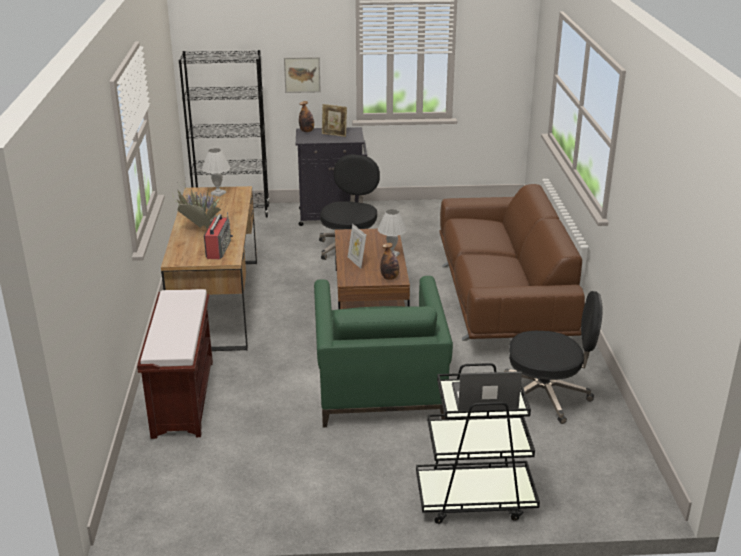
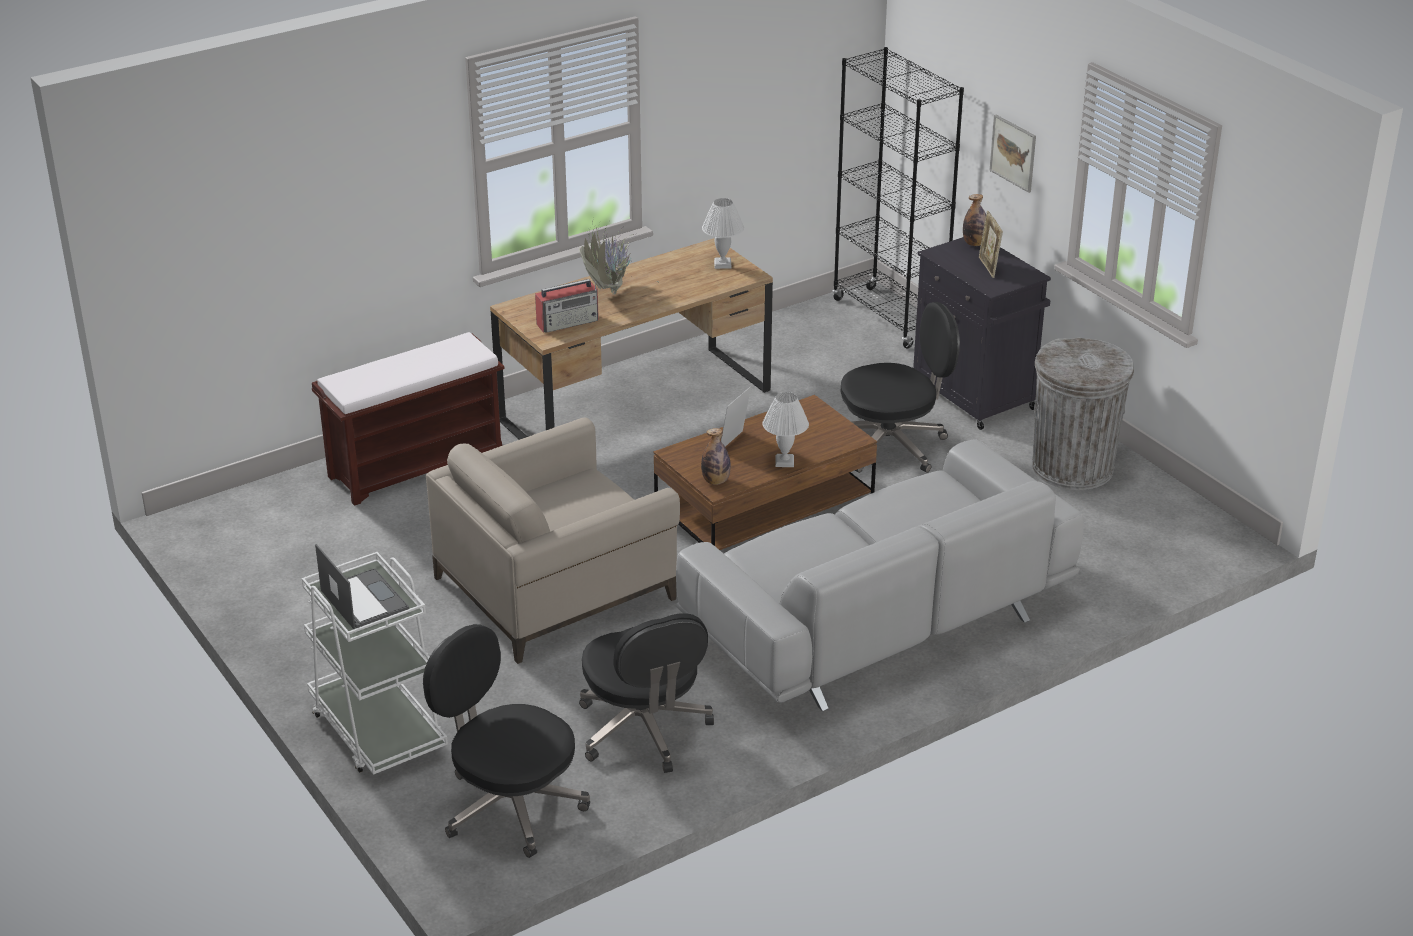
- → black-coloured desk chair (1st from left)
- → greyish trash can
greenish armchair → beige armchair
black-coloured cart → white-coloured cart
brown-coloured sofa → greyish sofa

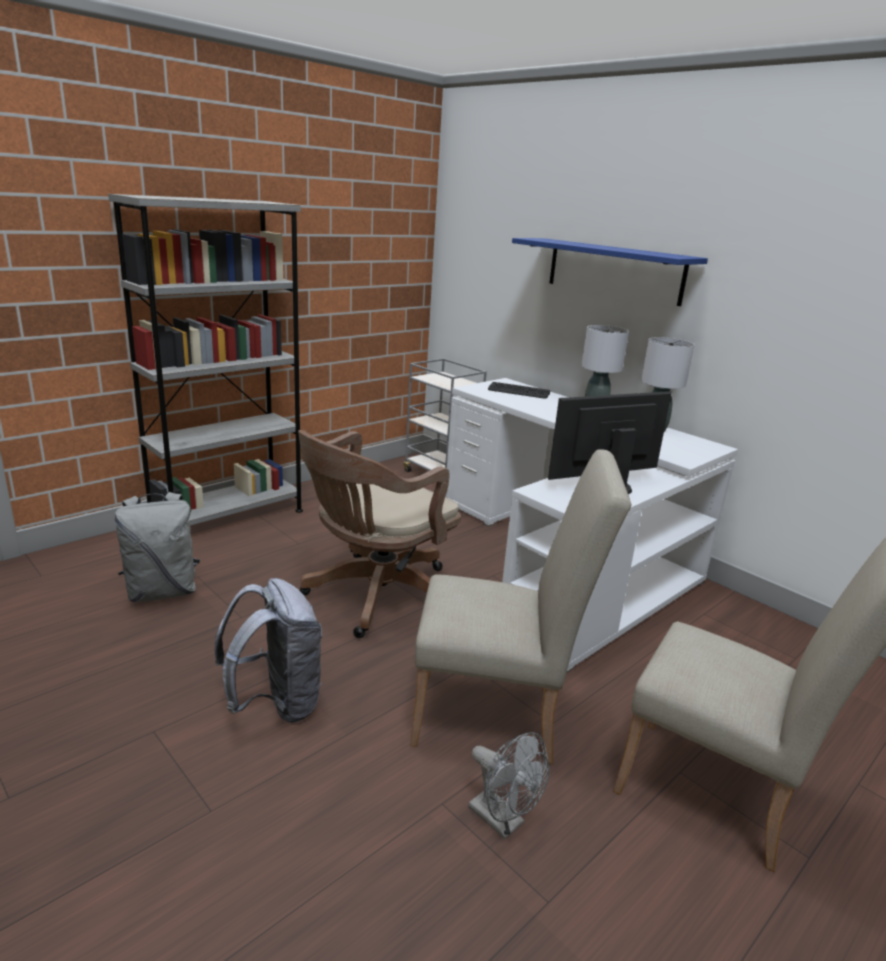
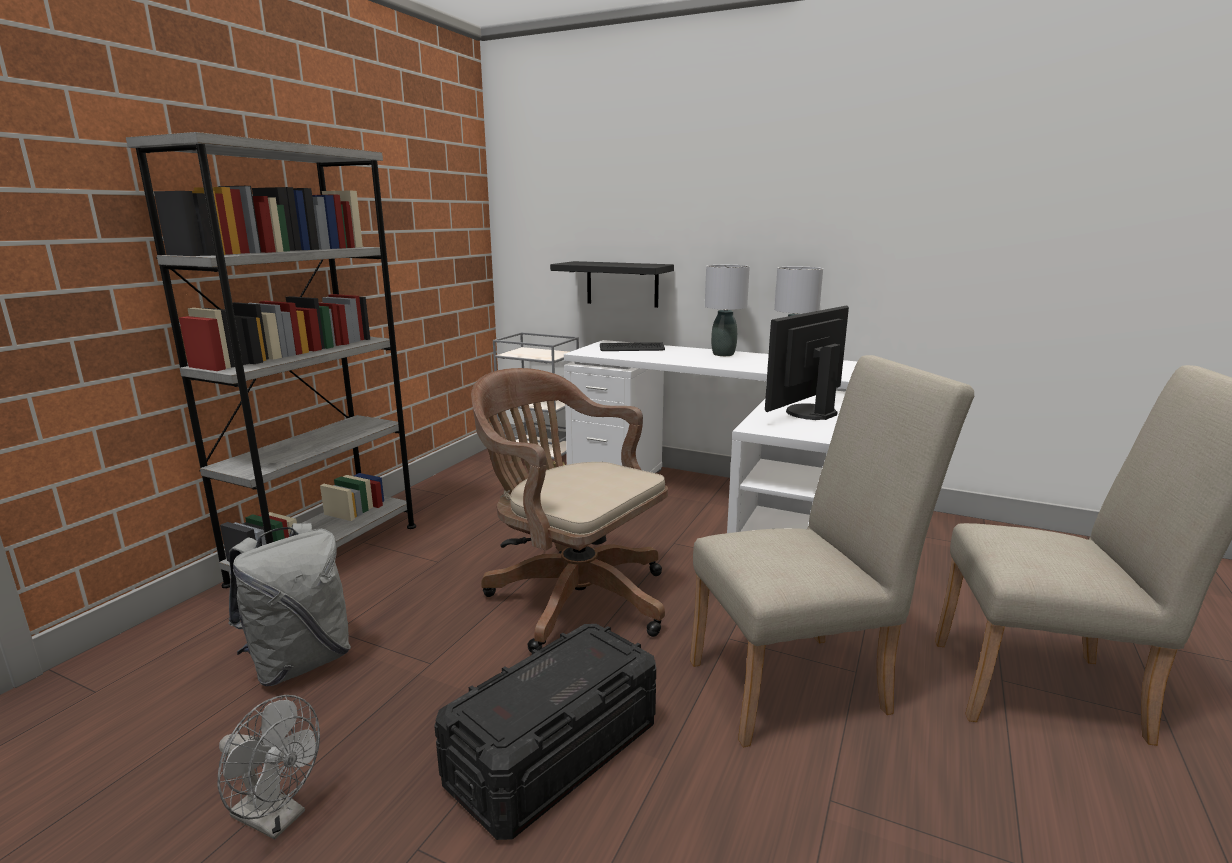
blue-coloured shelf → -
- → black-coloured shelf
greyish fan, moved
greyish backpack (2nd from left) → black-coloured storage bin
brown-coloured desk chair, 105 degrees clockwise

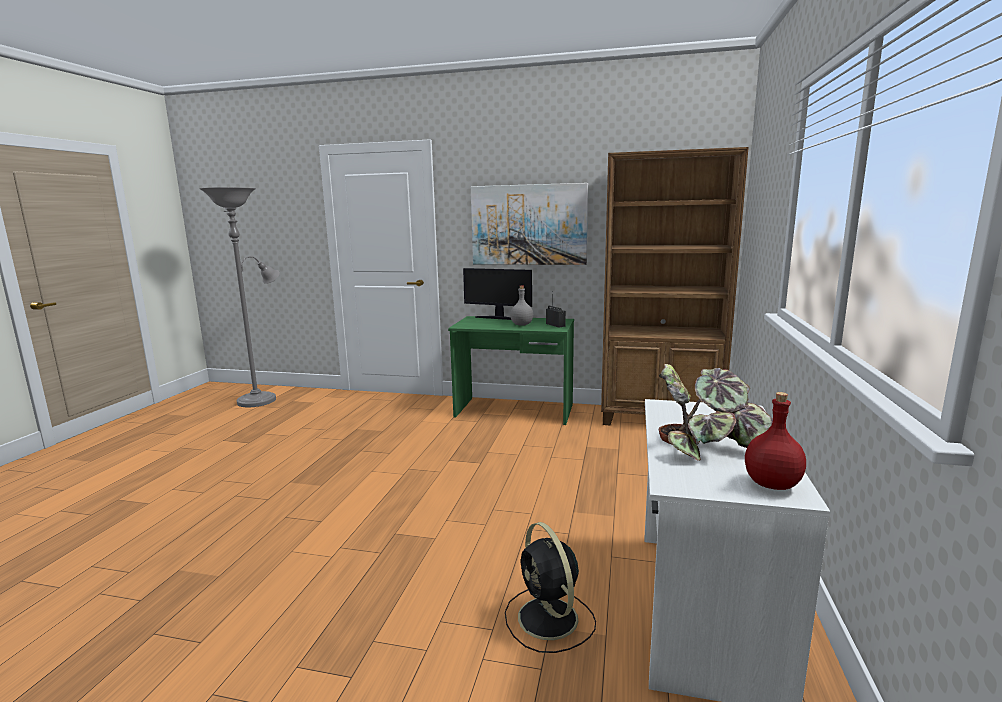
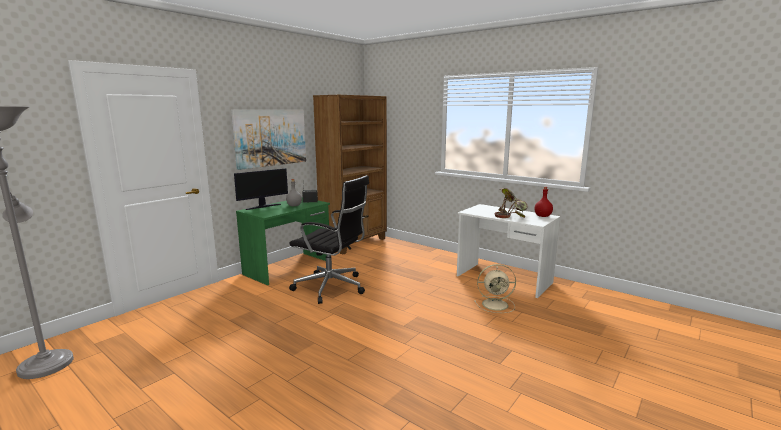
- → black-coloured desk chair
black-coloured fan → beige fan

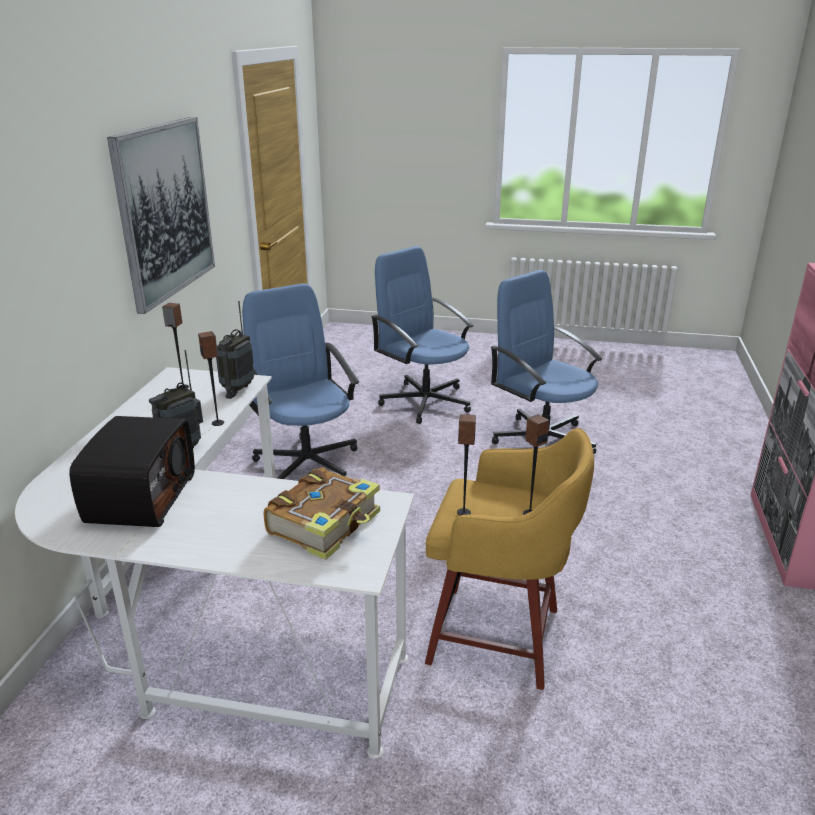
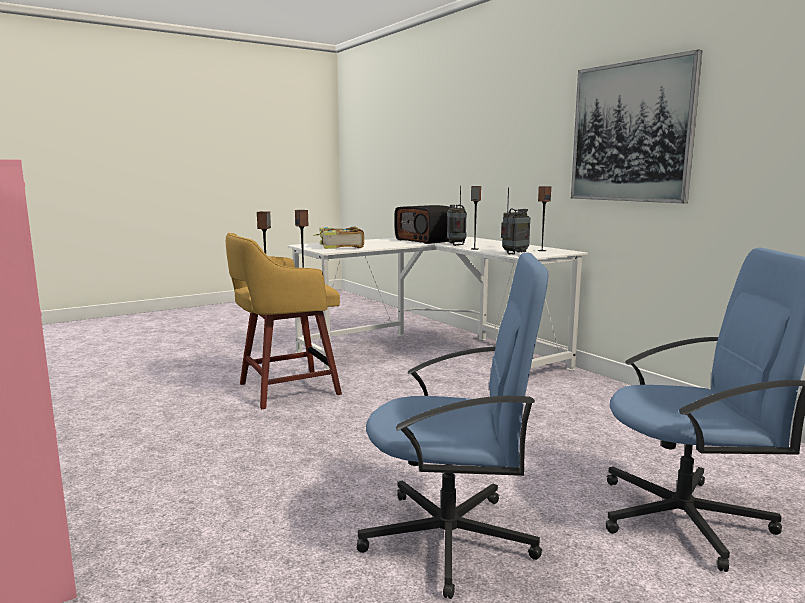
blue-coloured desk chair (1st from left) → -
radio (3rd from left), 75 degrees clockwise

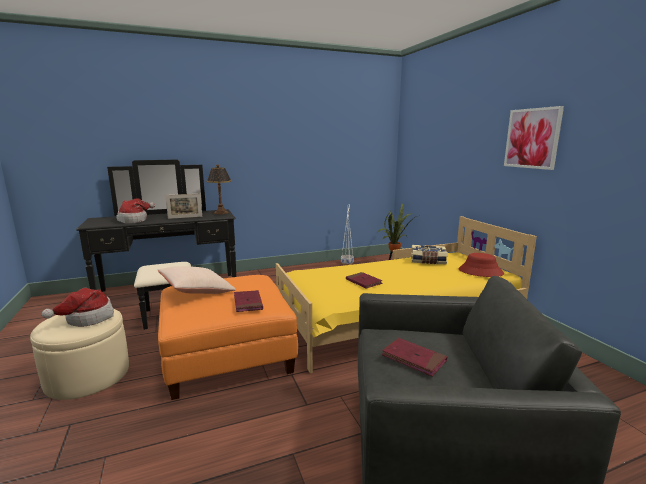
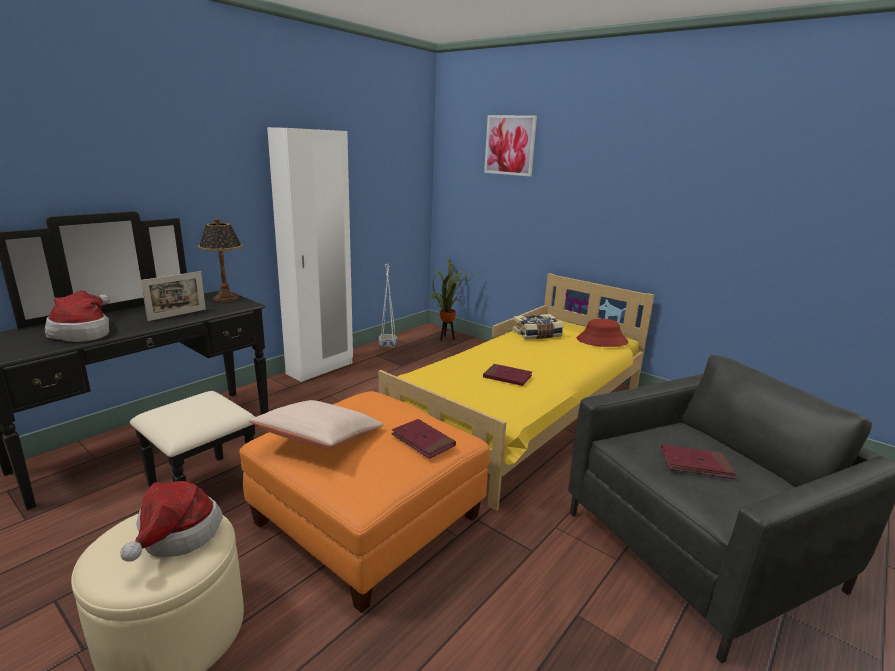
- → white-coloured armoire
wall picture, moved

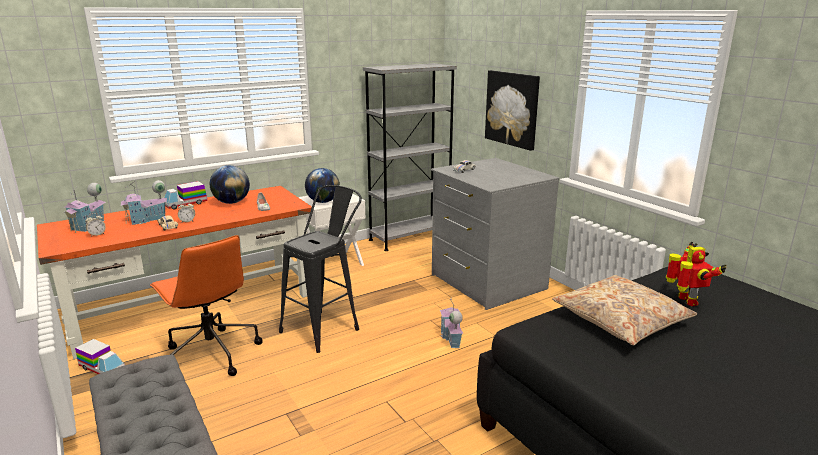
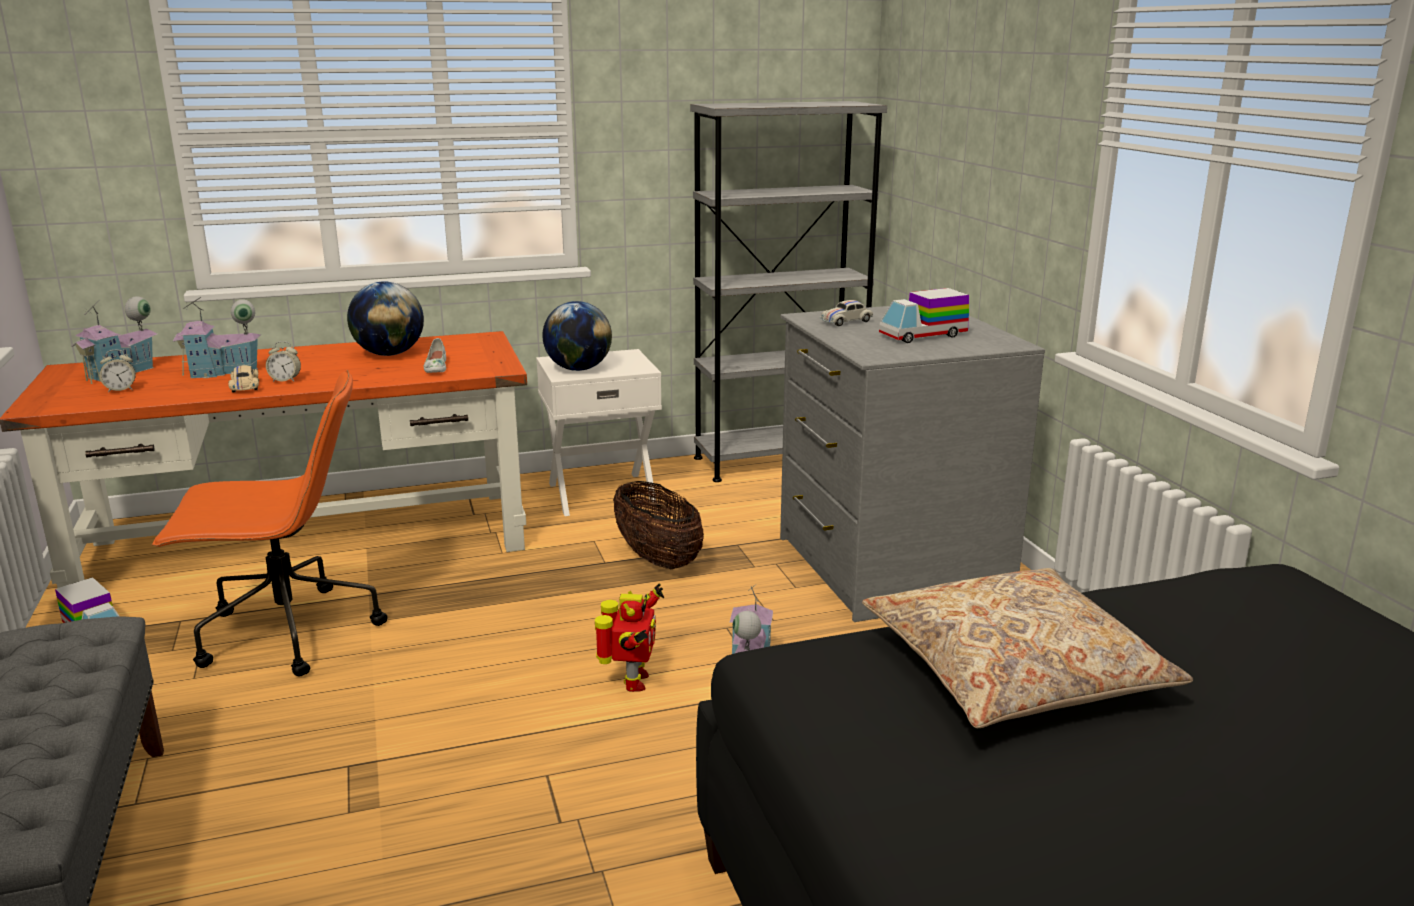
black-coloured stool → -
wall picture → -
- → storage basket
toy lorry (2nd from left), moved
toy robot, moved
orange desk chair, 75 degrees counterclockwise

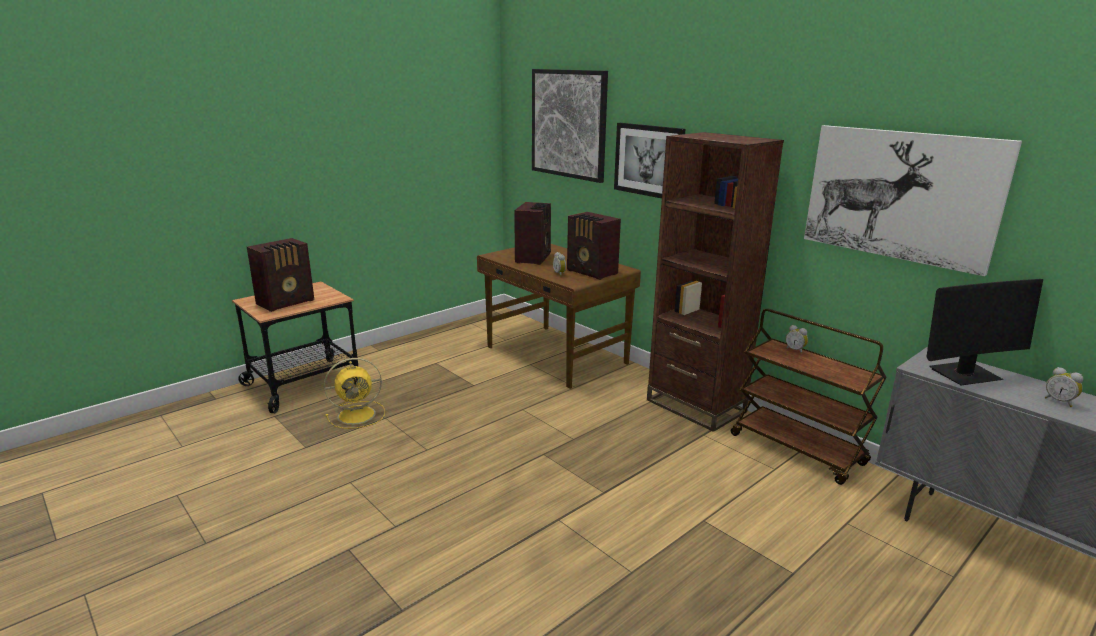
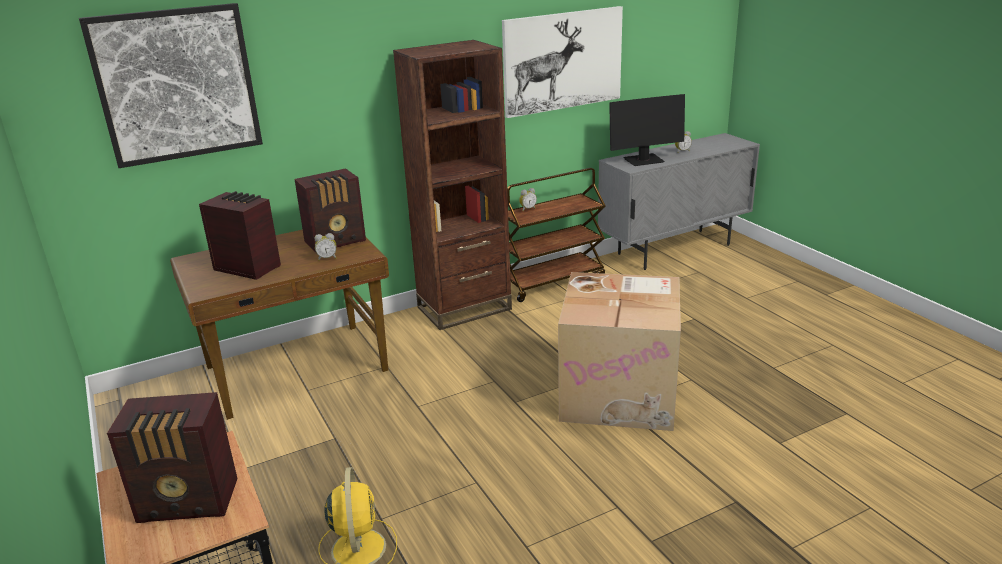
wall picture (2nd from left) → -
- → packing box
radio (1st from left), 120 degrees clockwise
computer display, 75 degrees clockwise

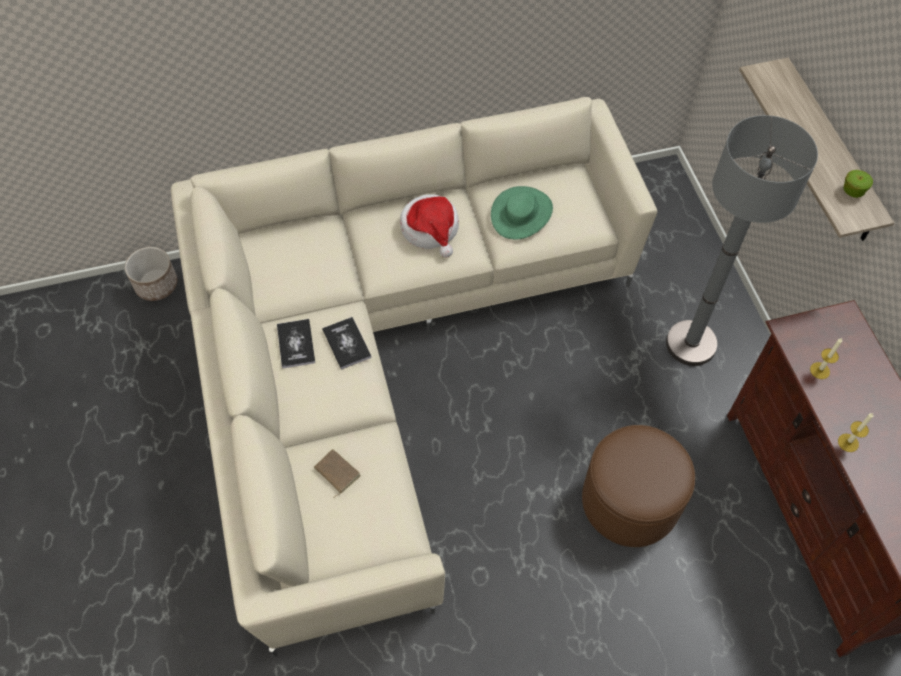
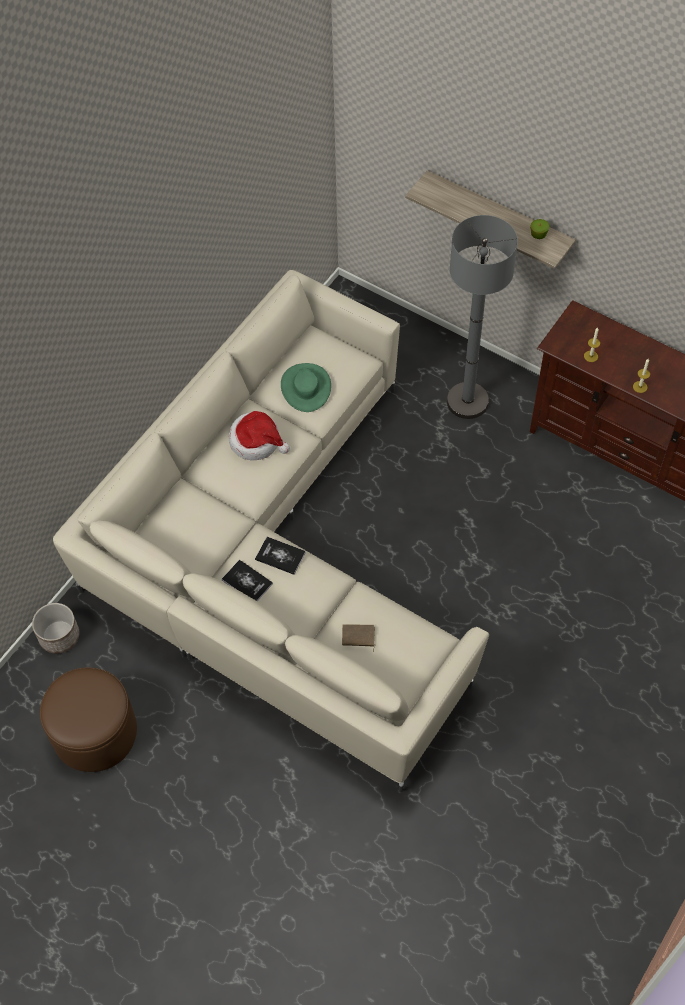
brown-coloured footrest, moved

